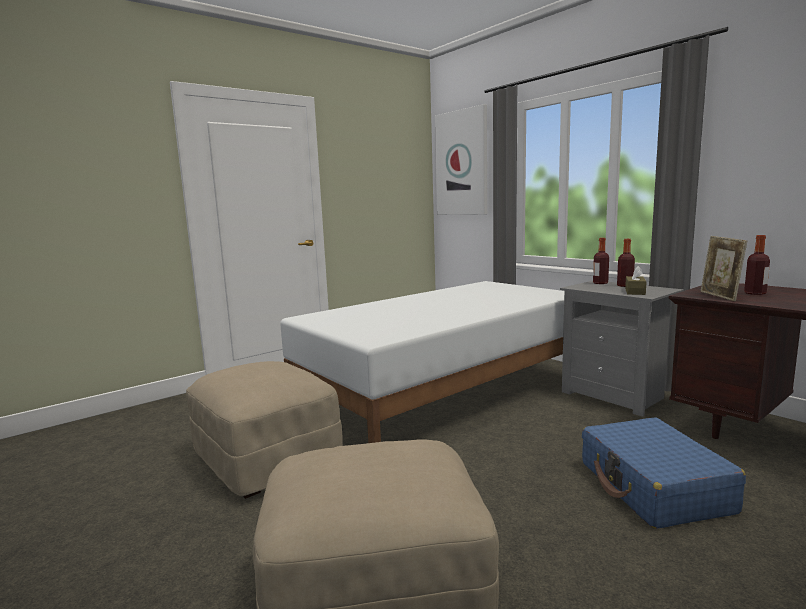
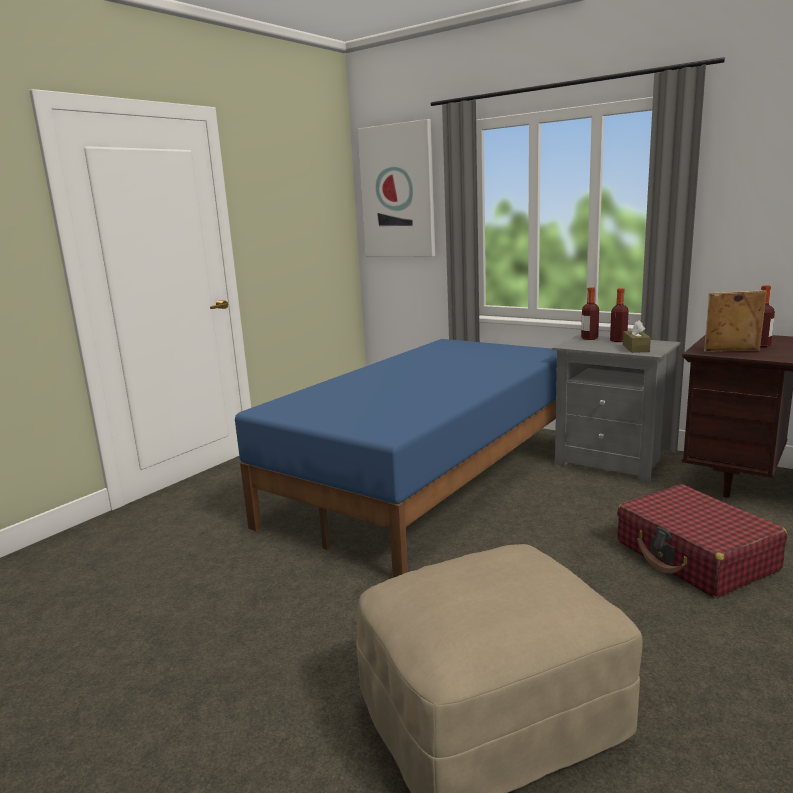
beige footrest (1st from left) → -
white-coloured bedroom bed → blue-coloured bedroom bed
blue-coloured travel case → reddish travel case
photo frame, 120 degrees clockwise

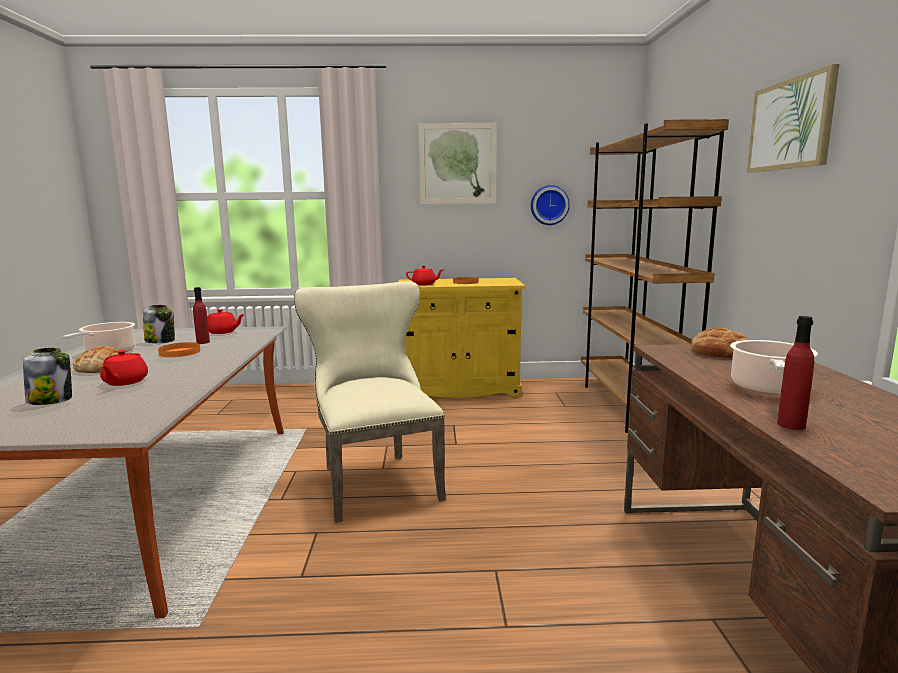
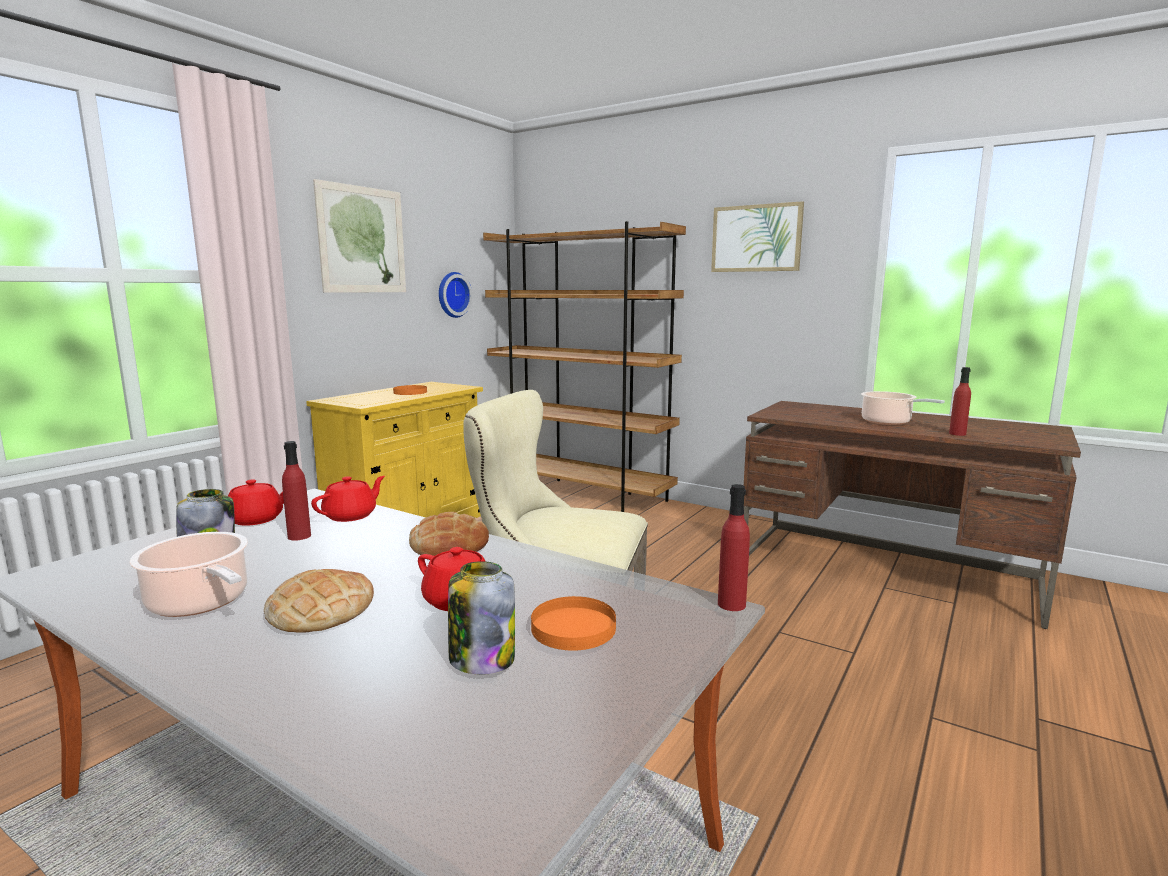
- → reddish beverage bottle (2nd from left)
orange dinner plate (1st from left in the first image) → orange dinner plate (2nd from left), moved
reddish teapot (3rd from left in the first image) → reddish teapot (2nd from left), moved
baked bread (2nd from left), moved

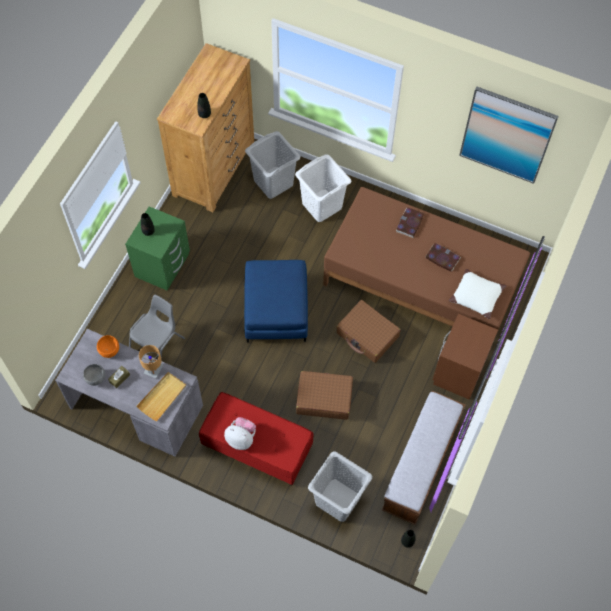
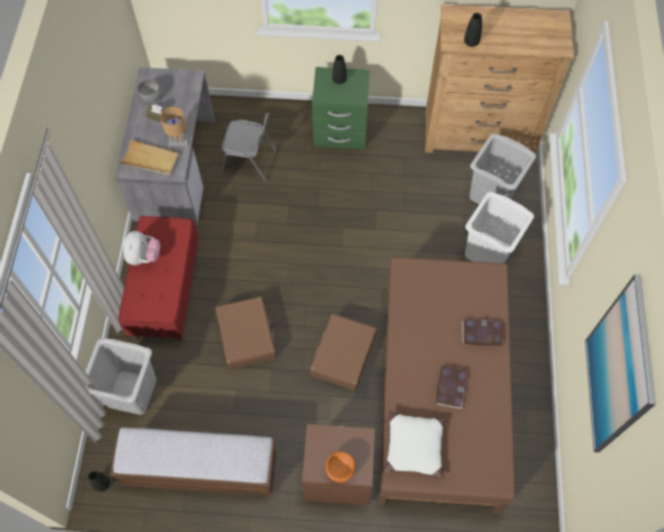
blue-coloured footrest → -
orange deep dish, moved

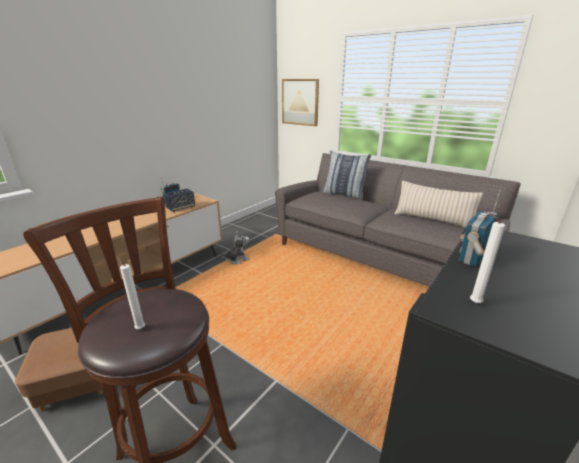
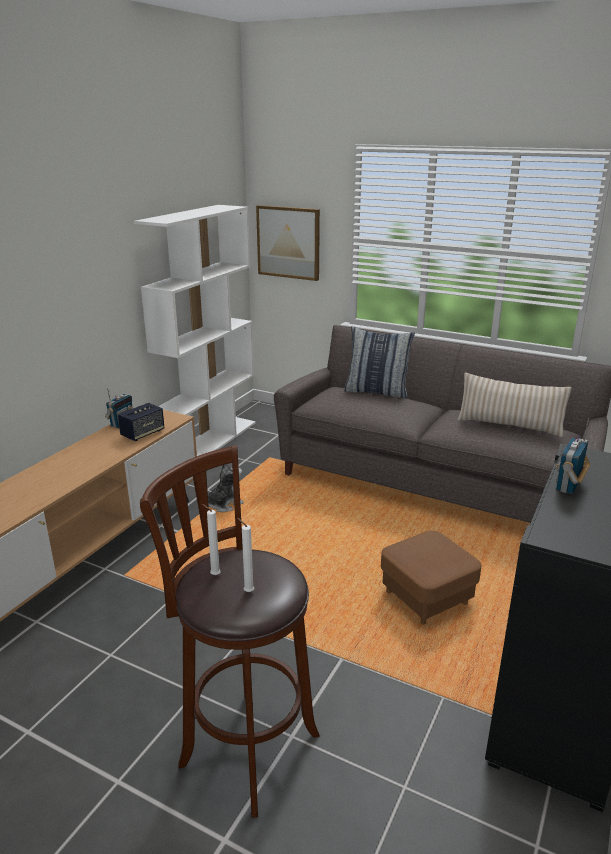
- → white-coloured bookshelf
brown-coloured footrest, moved
white-coloured wax candle (2nd from left in the first image) → white-coloured wax candle (1st from left), moved

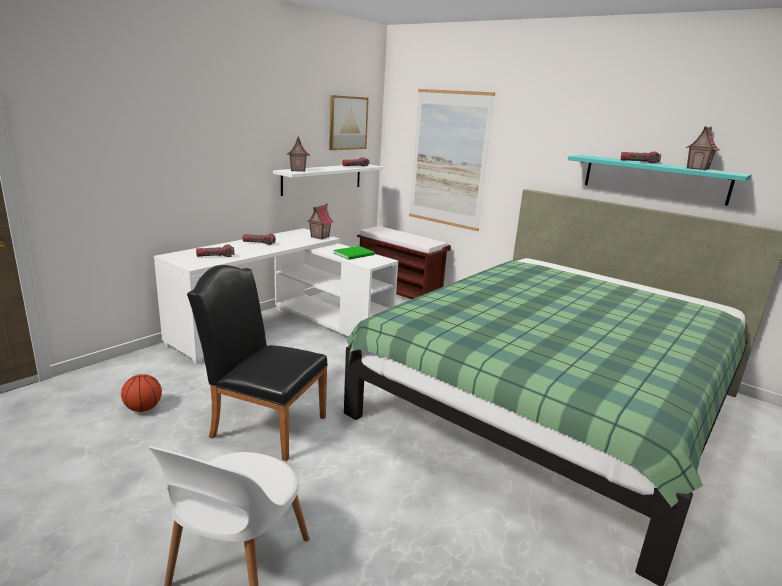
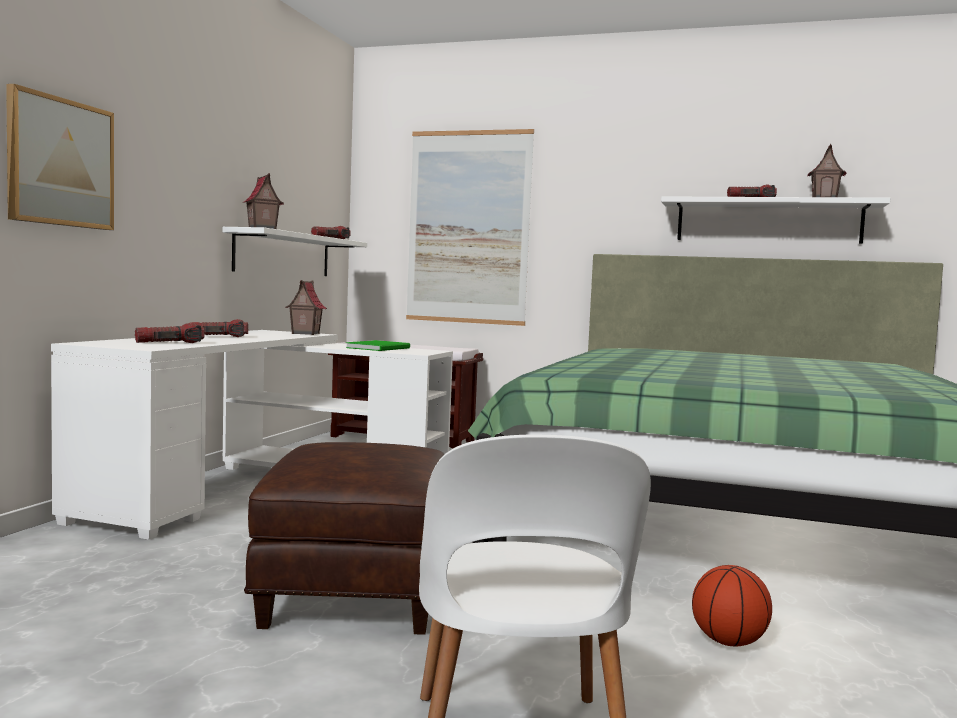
basketball ball, moved
wall picture (1st from left), moved
black-coloured chair → brown-coloured footrest
turquoise shelf → white-coloured shelf (2nd from left)

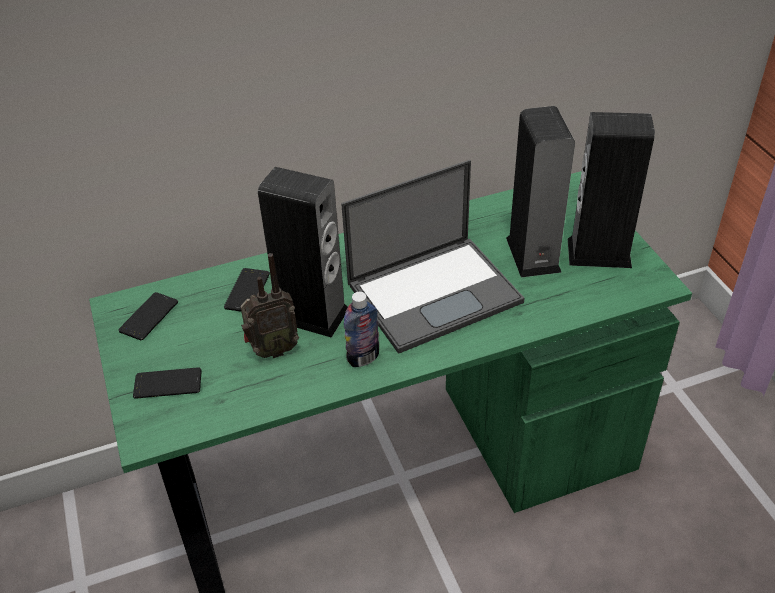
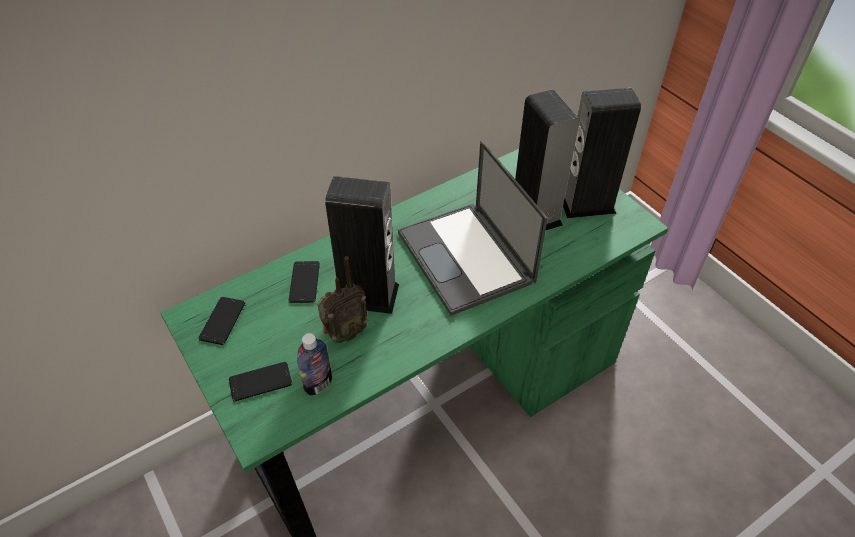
beverage bottle, moved
portable computer, 105 degrees clockwise

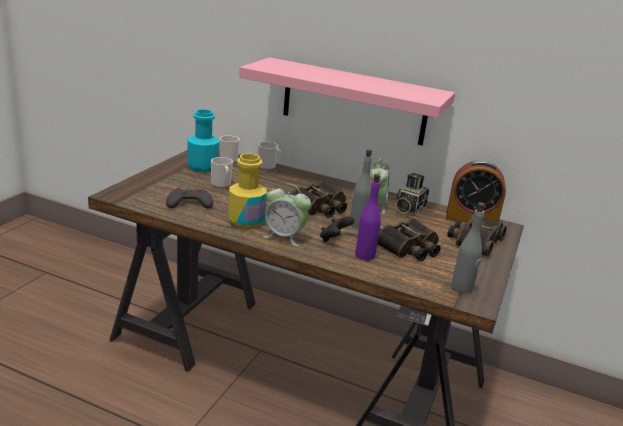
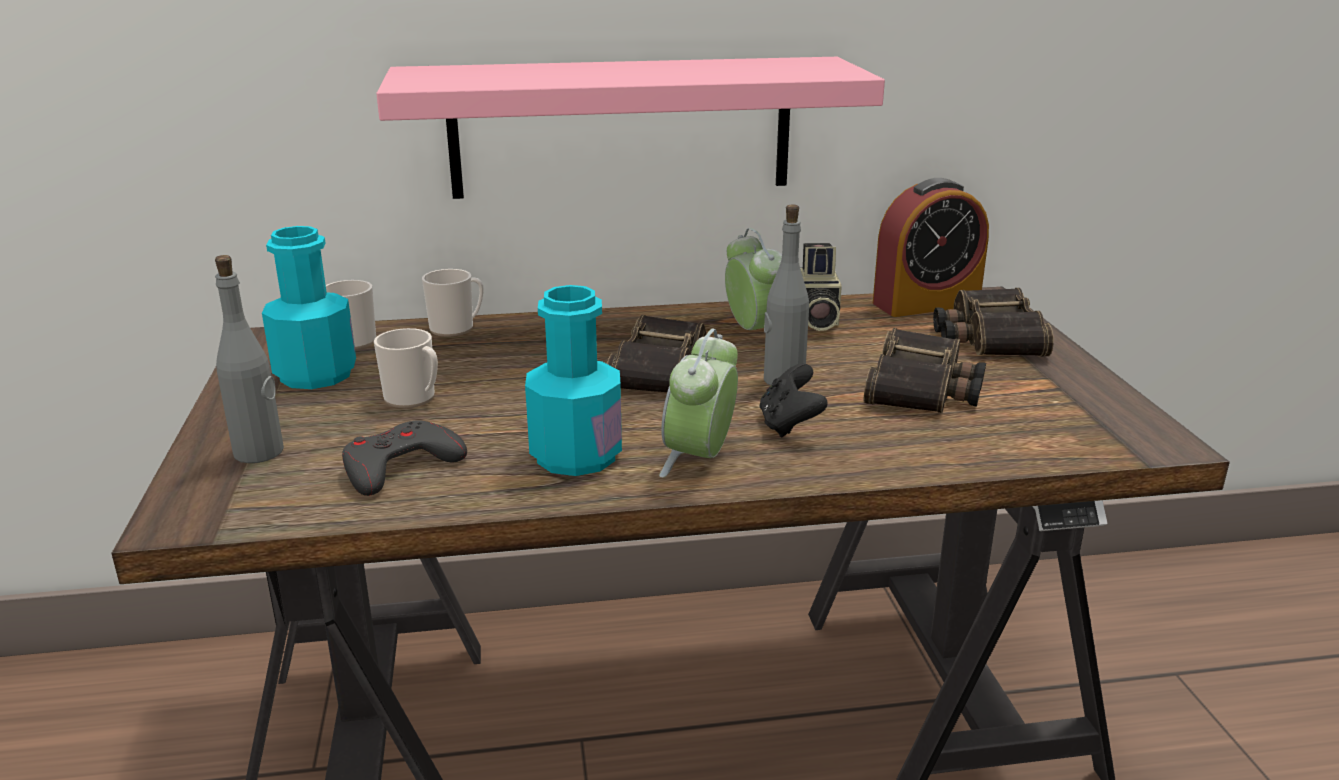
purple-coloured beverage bottle → -
greyish beverage bottle (2nd from left in the first image) → greyish beverage bottle (1st from left), moved
yellow beverage bottle → turquoise beverage bottle (2nd from left)
bedside clock (1st from left), 120 degrees clockwise

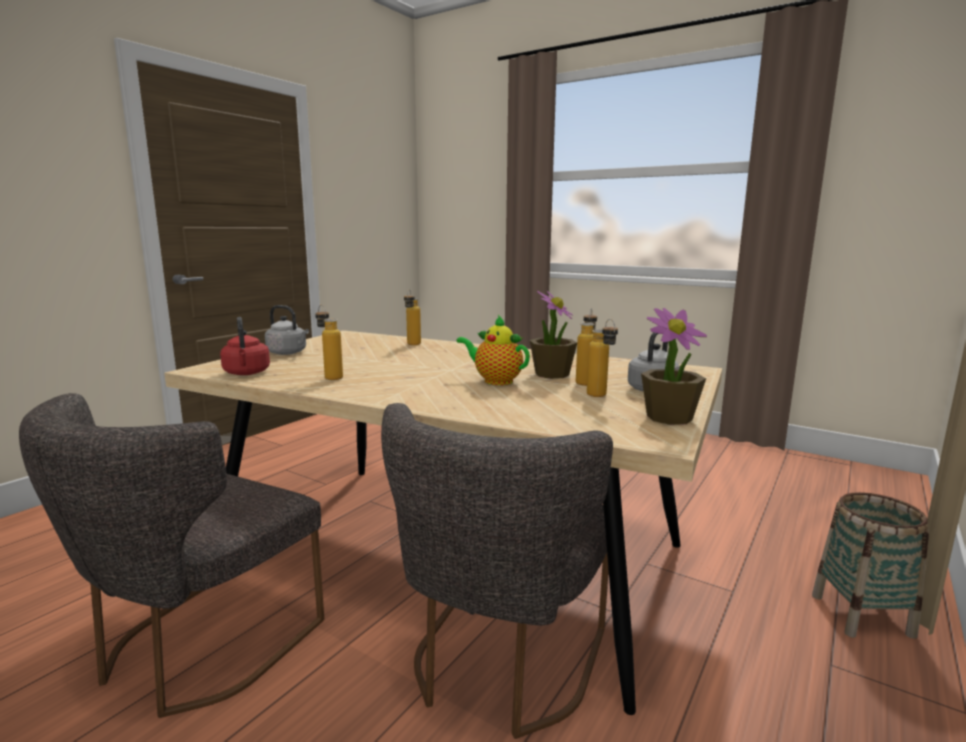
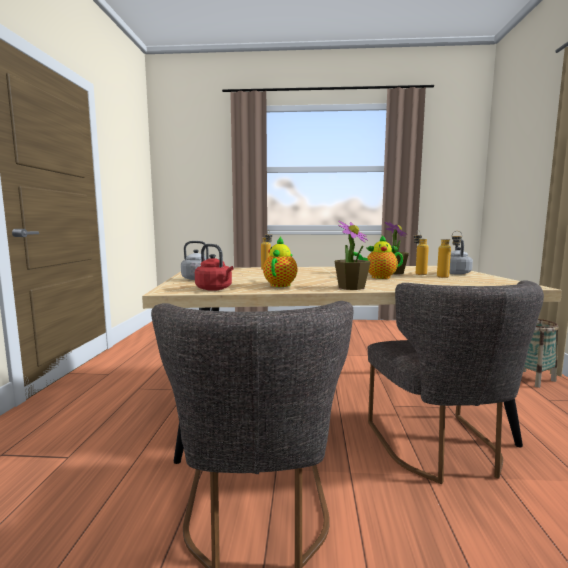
potted plant (2nd from left in the first image) → potted plant (1st from left), moved
beverage bottle (1st from left) → teapot (1st from left)

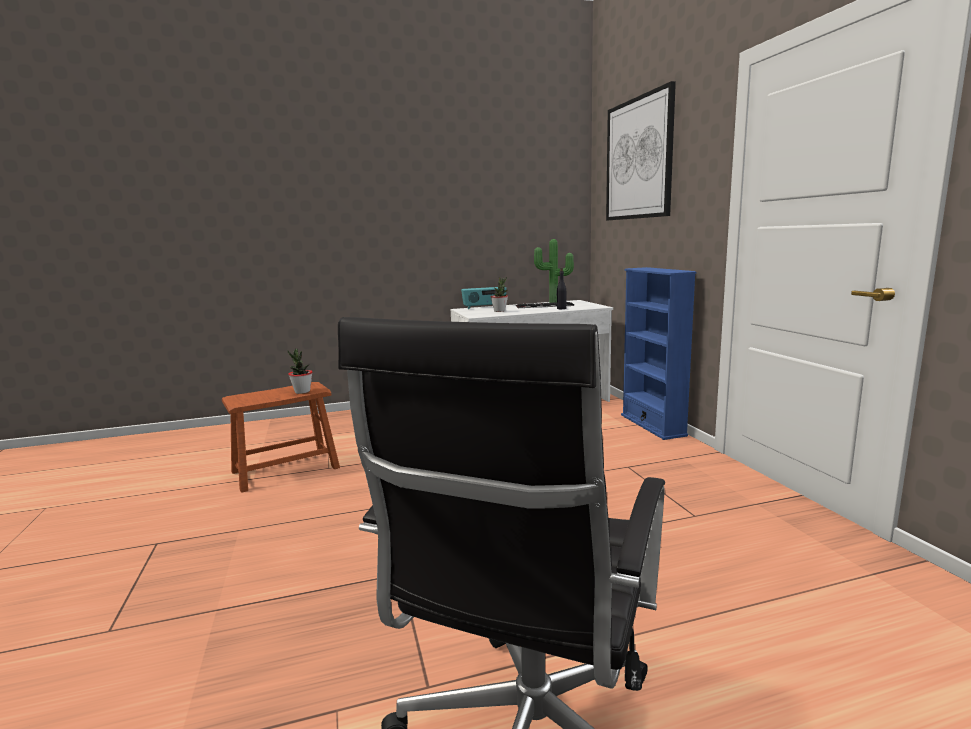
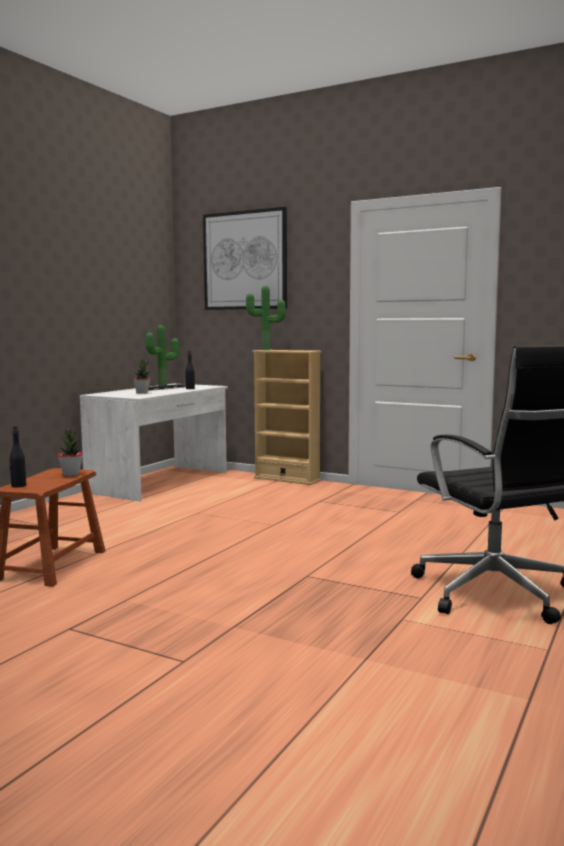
radio → -
- → black-coloured beverage bottle (1st from left)
- → potted plant (4th from left)
blue-coloured bookshelf → beige bookshelf

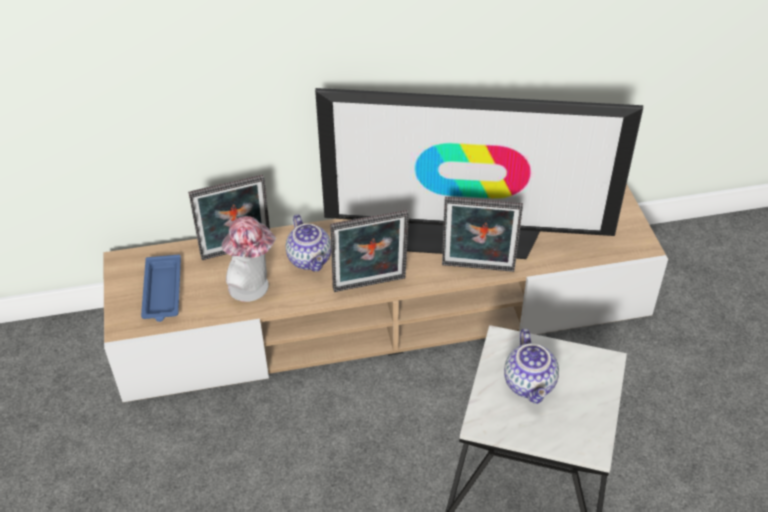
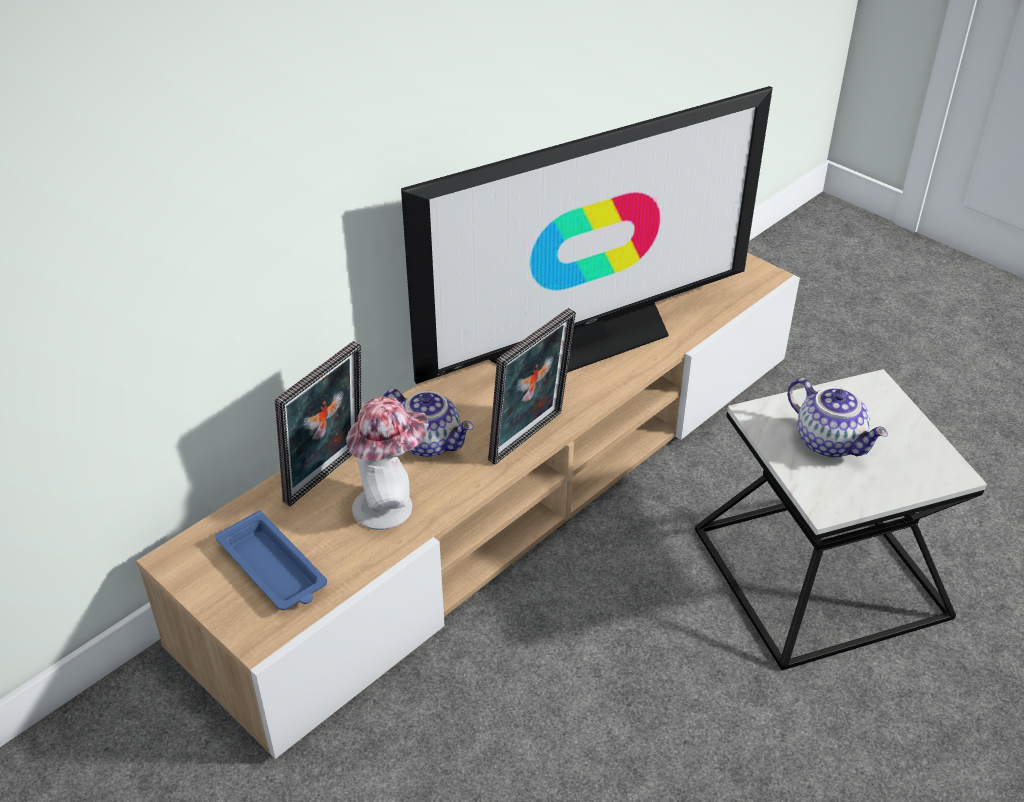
photo frame (3rd from left) → -

